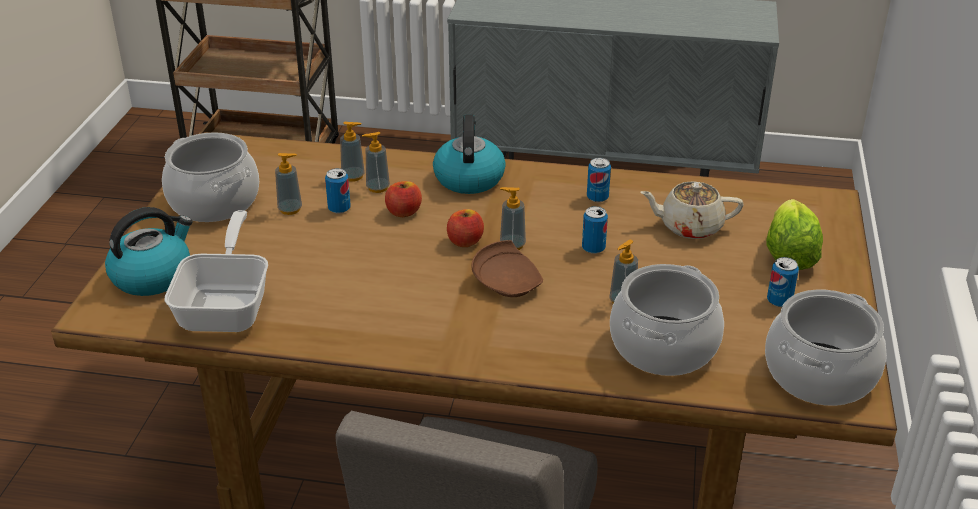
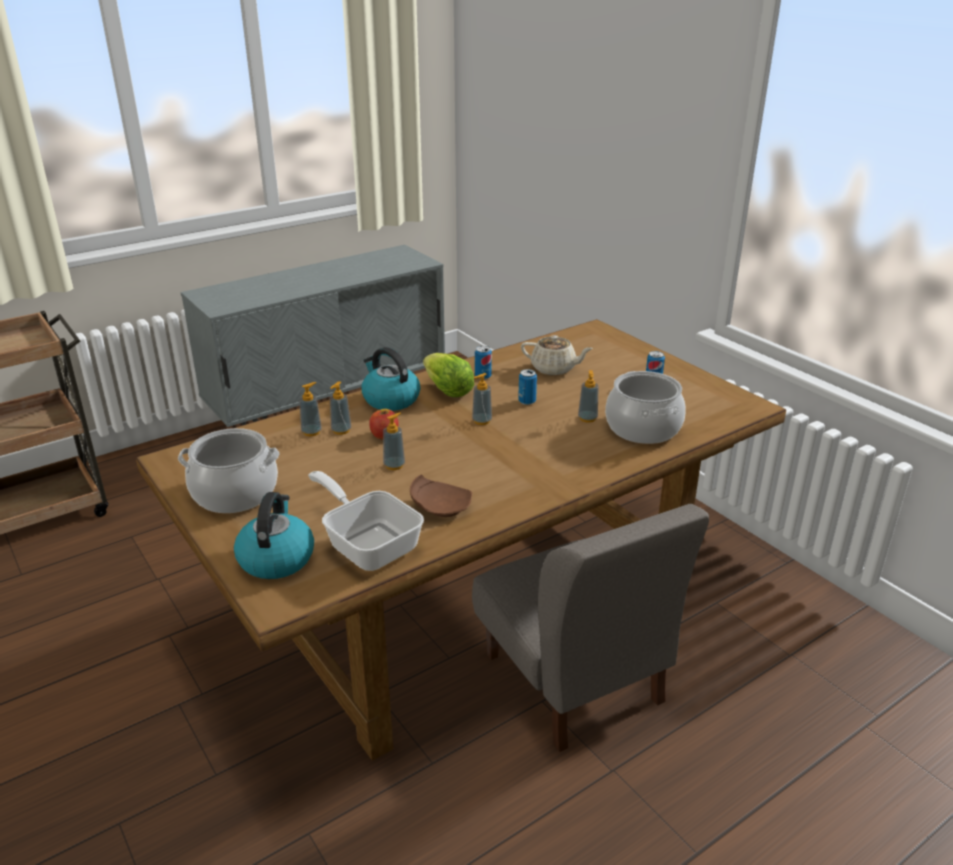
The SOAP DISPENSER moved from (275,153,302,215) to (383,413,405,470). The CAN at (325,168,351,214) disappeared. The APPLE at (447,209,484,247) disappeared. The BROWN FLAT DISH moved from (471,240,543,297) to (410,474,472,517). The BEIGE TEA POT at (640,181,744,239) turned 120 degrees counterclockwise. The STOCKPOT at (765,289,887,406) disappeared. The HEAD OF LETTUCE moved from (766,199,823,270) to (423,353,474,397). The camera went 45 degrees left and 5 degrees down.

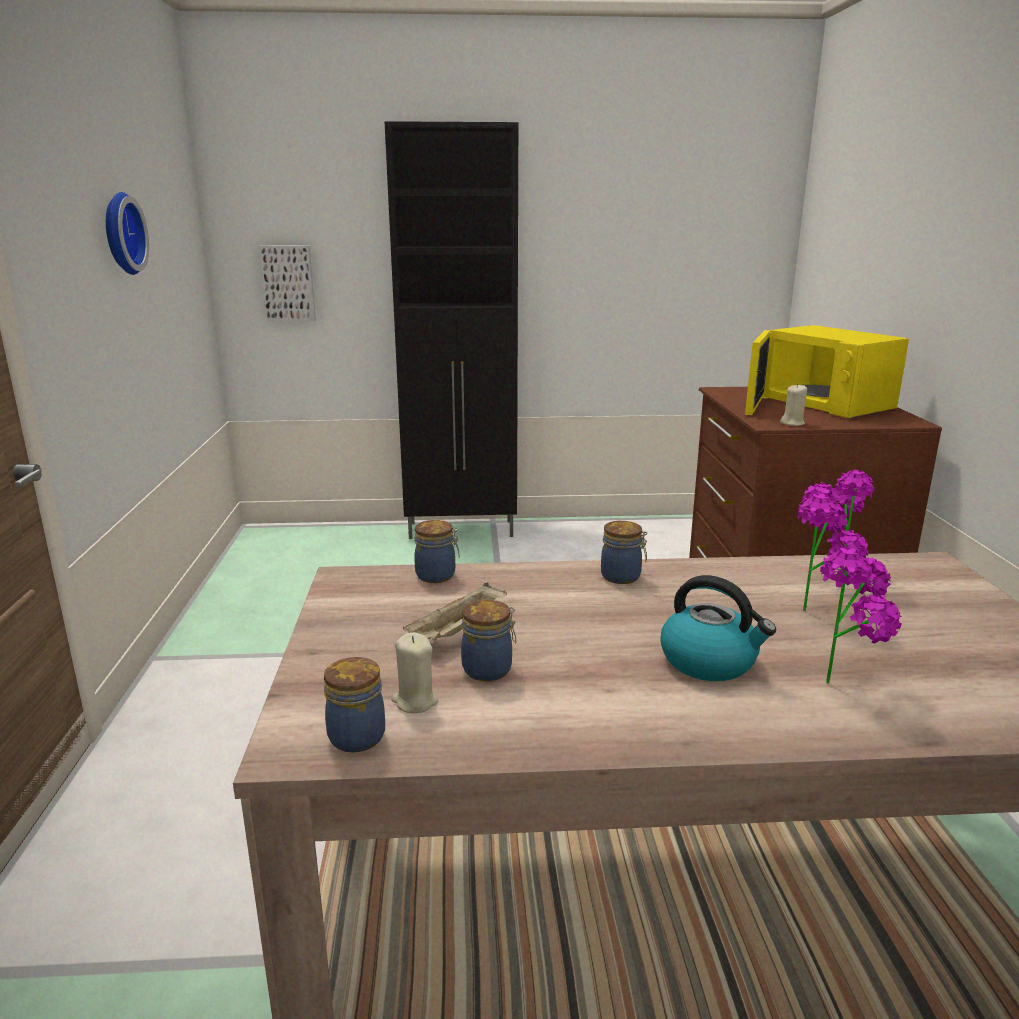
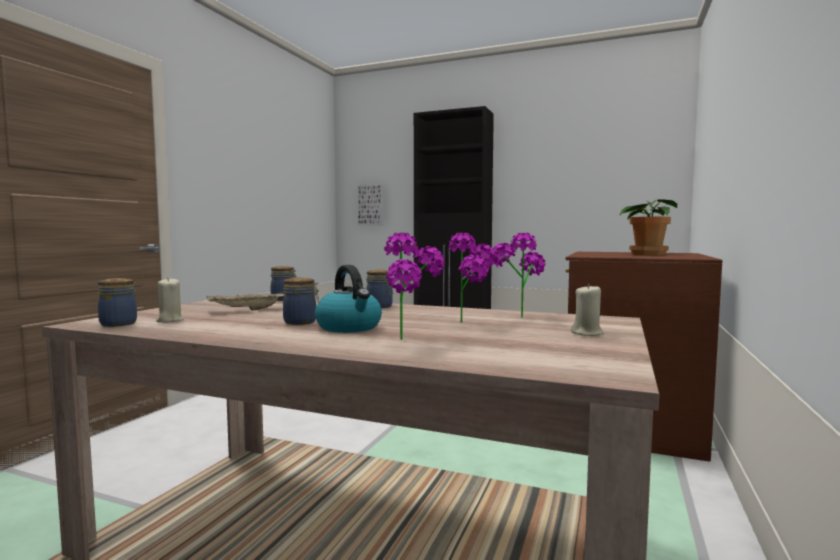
The CLOCK ON THE WALL at (106,192,149,275) disappeared. The JAR moved from (461,600,516,681) to (283,277,319,325). The YELLOW MICROWAVE at (745,325,909,418) was replaced by the HOUSEPLANT at (619,200,677,255). The BEIGE WAX CANDLE moved from (780,384,807,426) to (571,284,603,336). The camera went 25 degrees right and 15 degrees down.

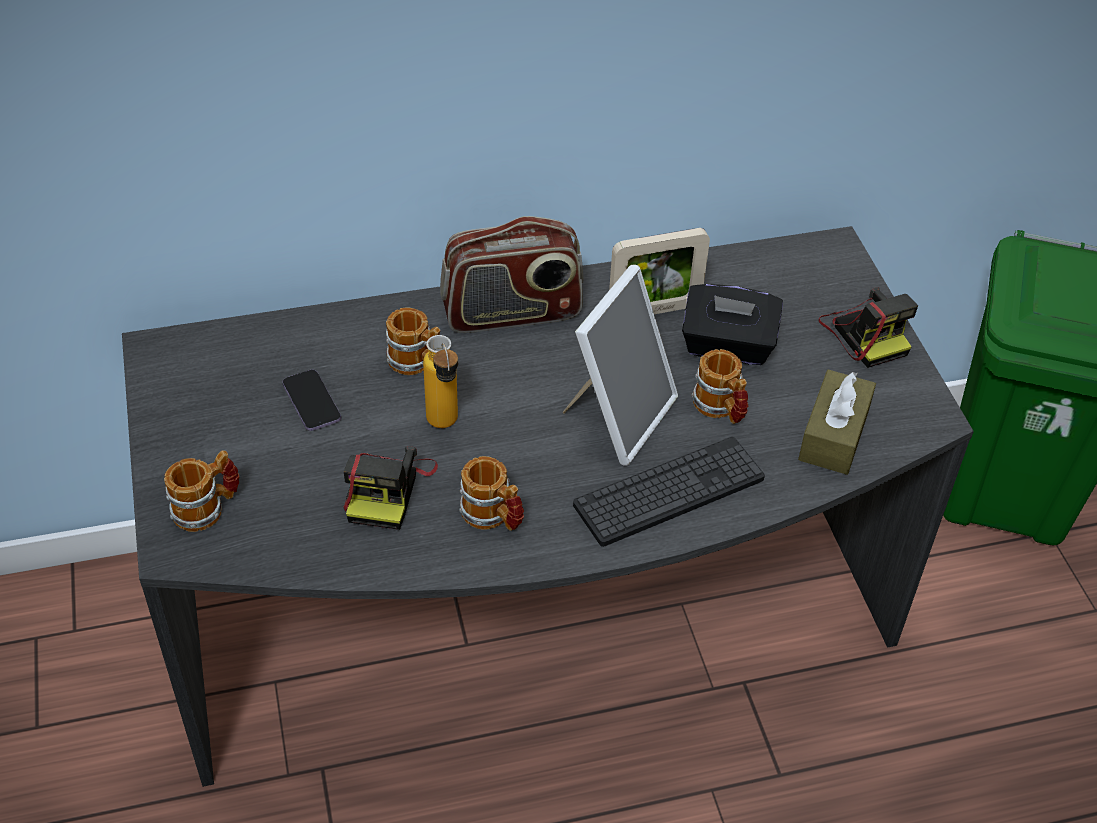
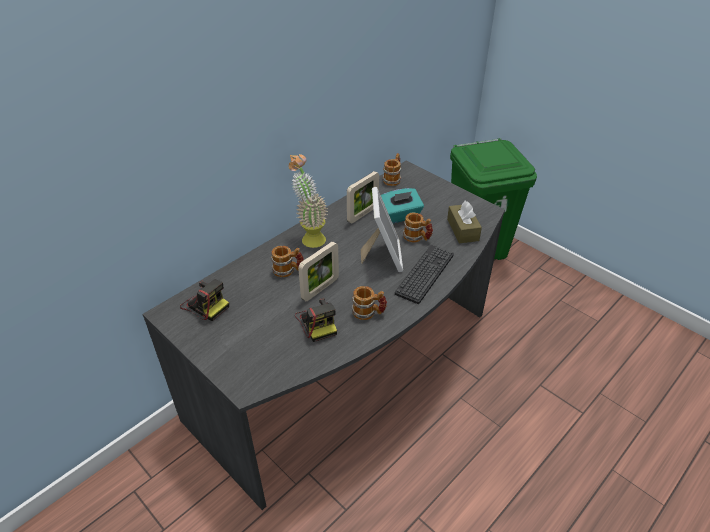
The MUG moved from (164,450,239,532) to (382,153,401,186). The HANDSET at (282,370,341,431) disappeared. The BEVERAGE BOTTLE at (423,335,458,428) was replaced by the STANDING FRAME at (298,241,339,301). The RADIO RECEIVER at (440,216,583,333) was replaced by the HOUSEPLANT at (288,154,328,248). The BLACK TISSUE BOX at (682,284,783,365) became the TURQUOISE TISSUE BOX at (381,188,424,223). The STILL CAMERA moved from (818,287,918,368) to (180,279,229,321). The camera went 30 degrees left and 5 degrees down.

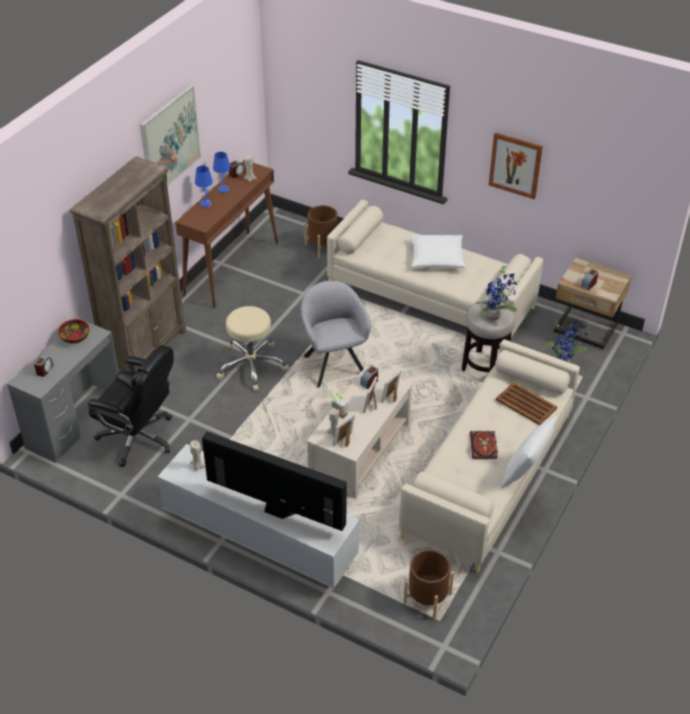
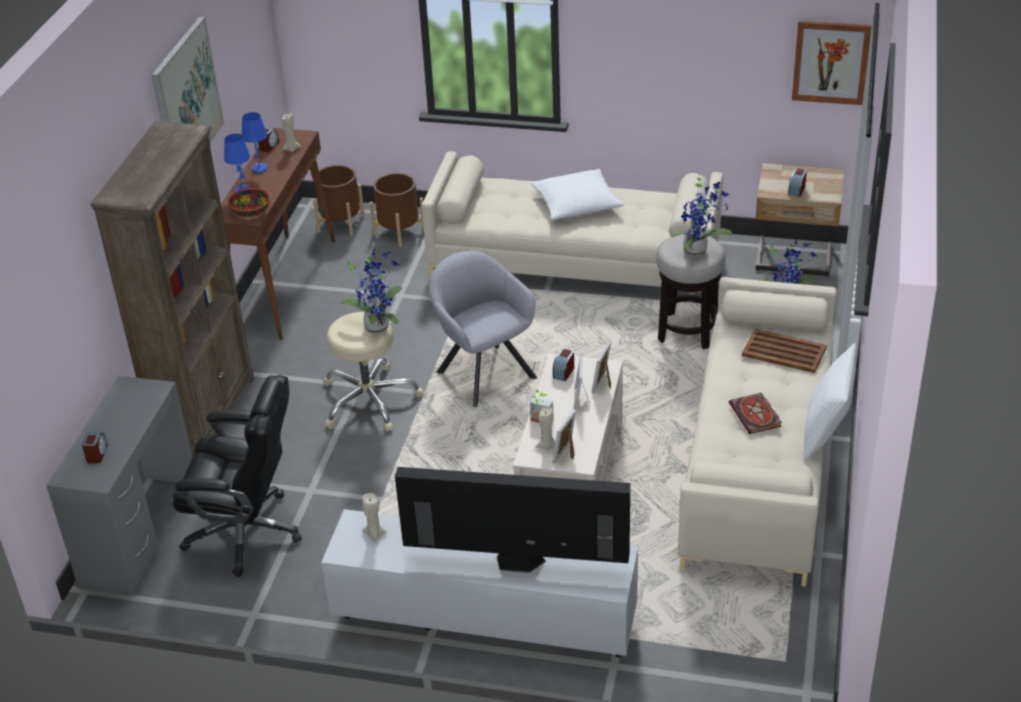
The BOWL moved from (58,319,90,343) to (228,188,270,217). The BROWN FLOWER POT moved from (403,549,454,619) to (313,165,365,236). The WALL ART moved from (489,132,543,199) to (792,21,872,105). The HOUSEPLANT at (340,249,402,334) appeared. The camera went 15 degrees left and 5 degrees down.

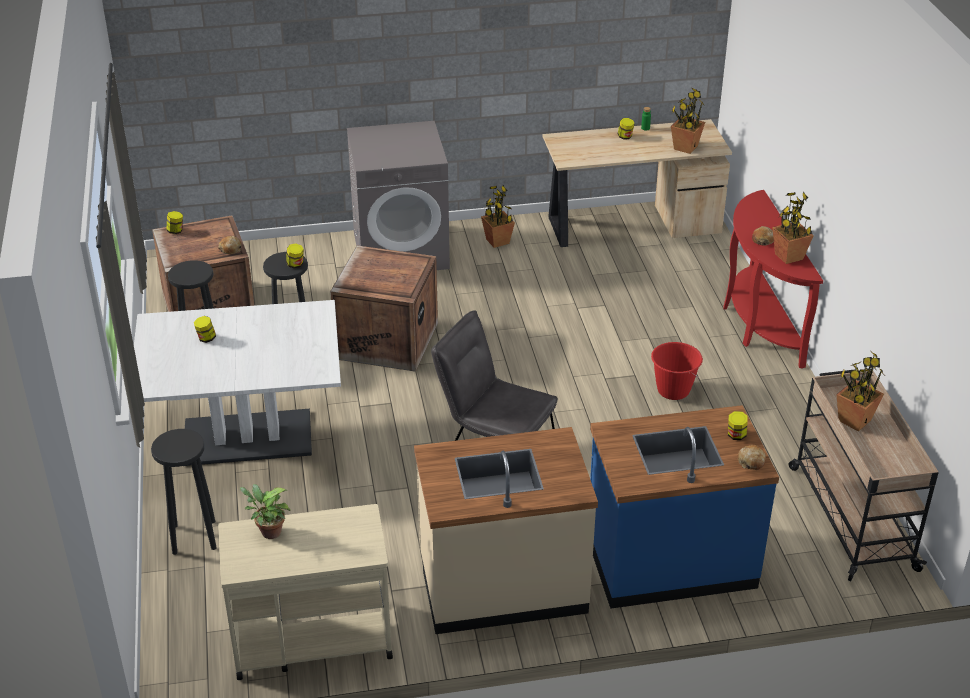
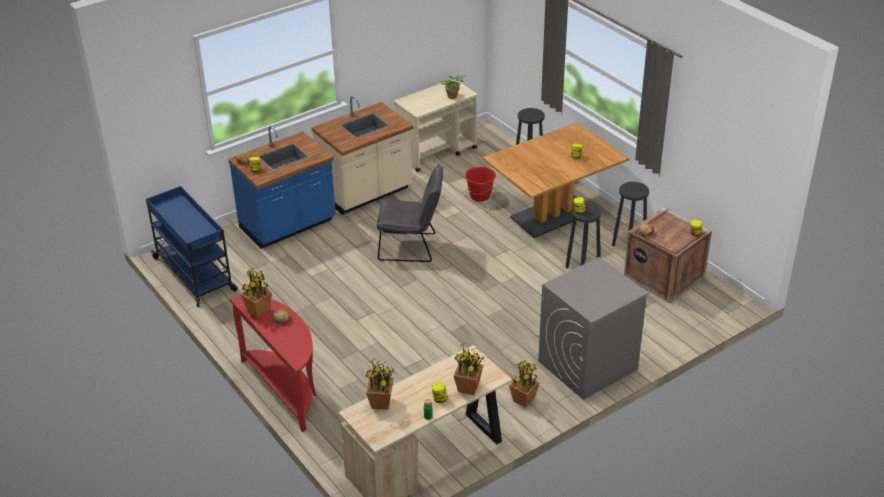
The WHITE DINNER TABLE at (134,300,341,466) became the BROWN DINNER TABLE at (483,122,629,238). The CRATE at (330,246,438,372) disappeared. The REDDISH BUCKET moved from (651,342,703,400) to (465,167,496,202). The BEIGE WHEELED CART at (789,369,939,581) became the BLUE-COLOURED WHEELED CART at (146,186,237,307). The HOUSEPLANT moved from (836,351,884,431) to (453,343,484,395). The camera went 155 degrees right and 0 degrees up.

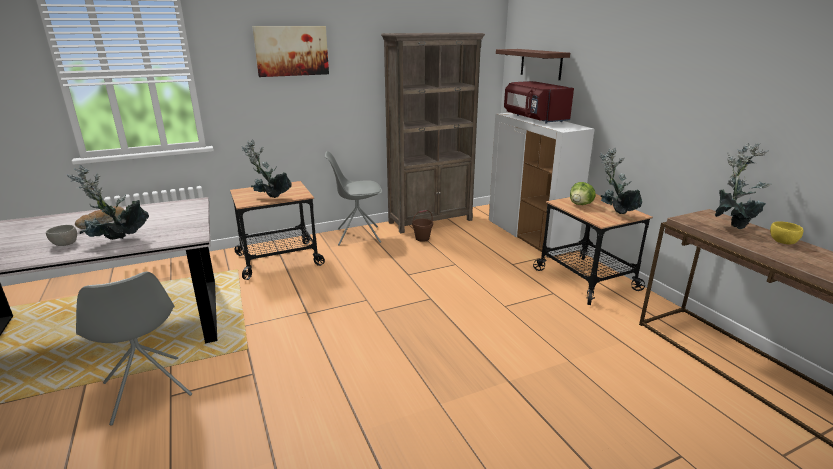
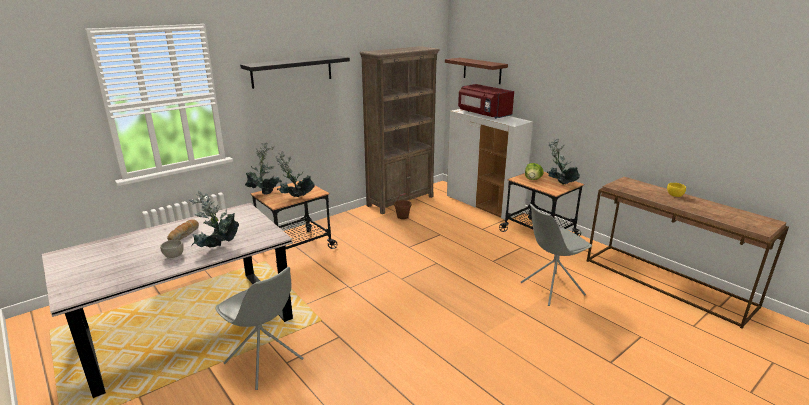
The WALL ART at (252,26,329,77) was replaced by the BLACK WALL SHELF at (240,55,350,89). The GRAY PLAIN CHAIR moved from (325,151,382,245) to (520,204,592,306). The HOUSEPLANT moved from (715,143,771,229) to (245,143,282,195). The camera went 15 degrees left and 0 degrees up.

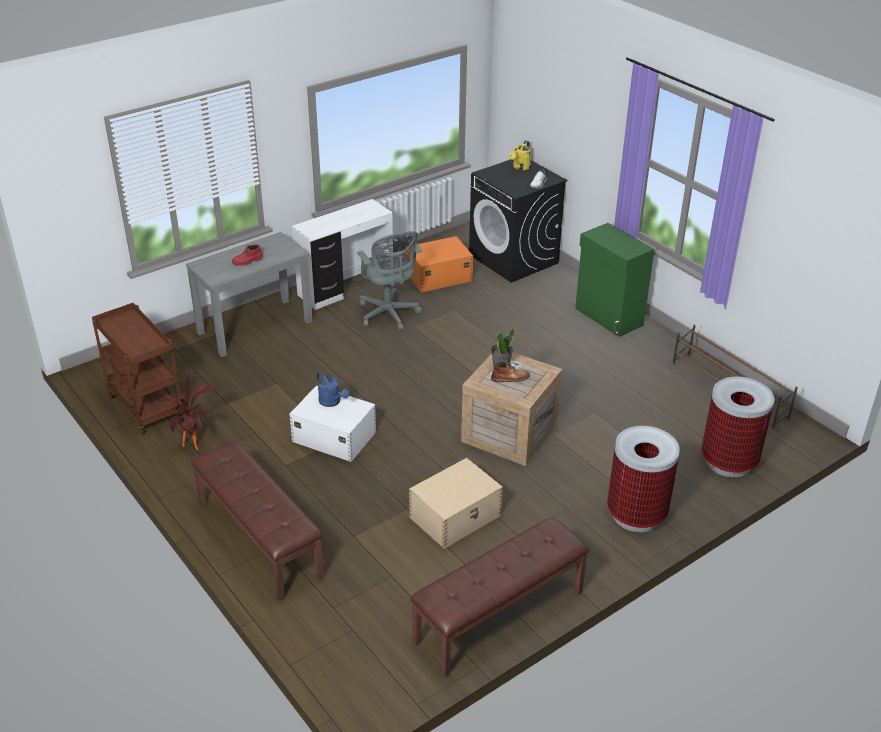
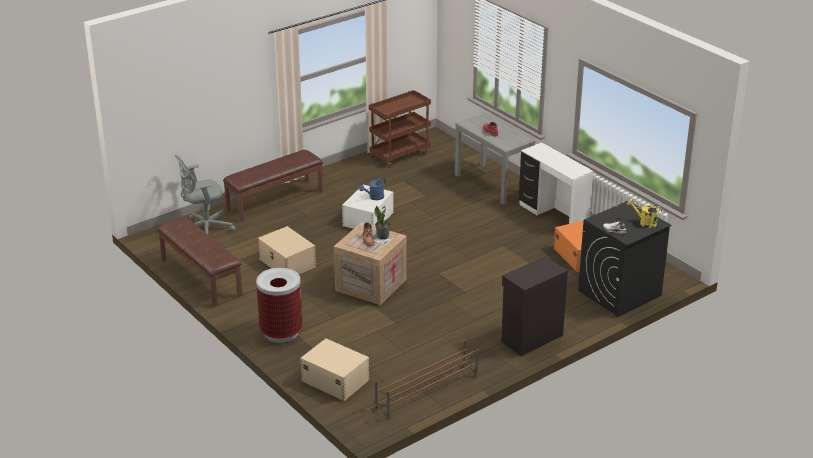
The HOUSEPLANT at (158,372,218,450) disappeared. The GRAY OFFICE CHAIR moved from (357,231,422,331) to (175,154,236,234). The GREEN STORAGE CABINET at (575,223,654,337) became the BLACK STORAGE CABINET at (501,256,568,356). The TRASH CAN at (701,376,774,477) was replaced by the BEIGE STORAGE CONTAINER at (300,338,369,401). The camera went 90 degrees right and 5 degrees down.

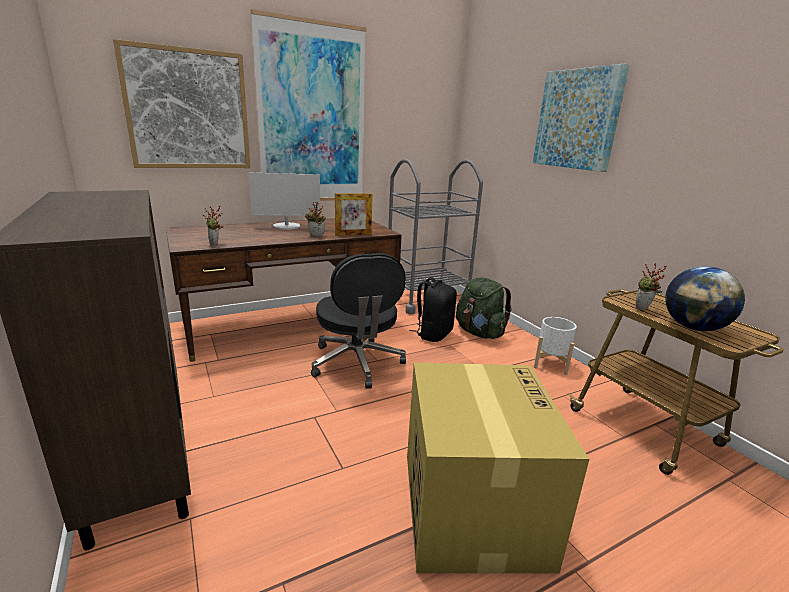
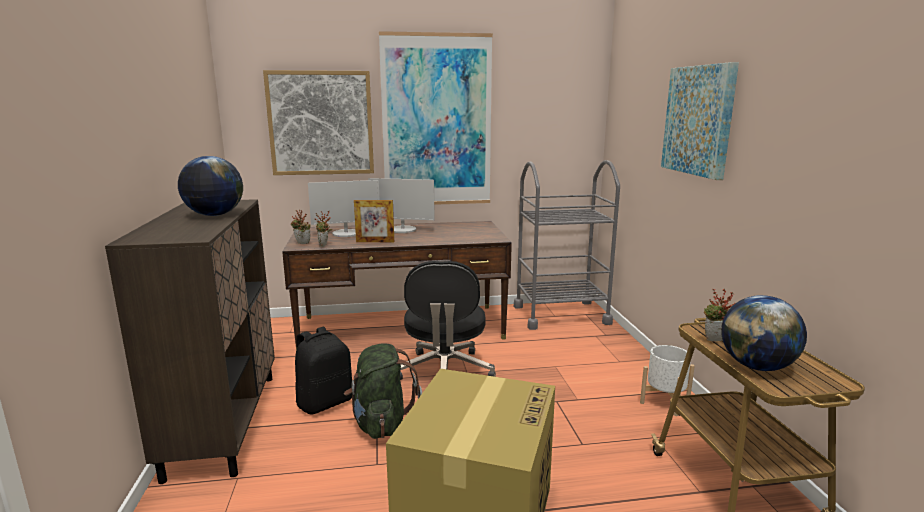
The HOUSEPLANT moved from (305,202,326,236) to (291,210,311,244). The STANDING FRAME moved from (335,193,373,236) to (354,200,394,242). The BLACK RUCKSACK moved from (409,277,457,342) to (295,327,352,414). The GREEN RUCKSACK moved from (456,278,512,339) to (344,344,422,439). The WORLD GLOBE at (178,156,243,216) appeared. The COMPUTER DISPLAY at (308,180,380,237) appeared. The camera went 20 degrees right and 5 degrees down.

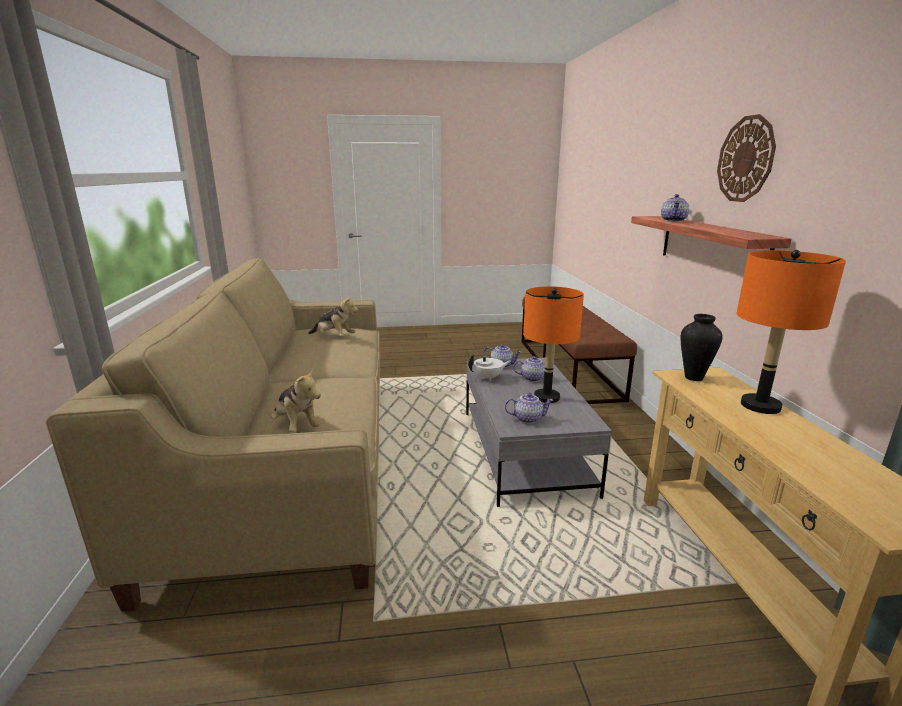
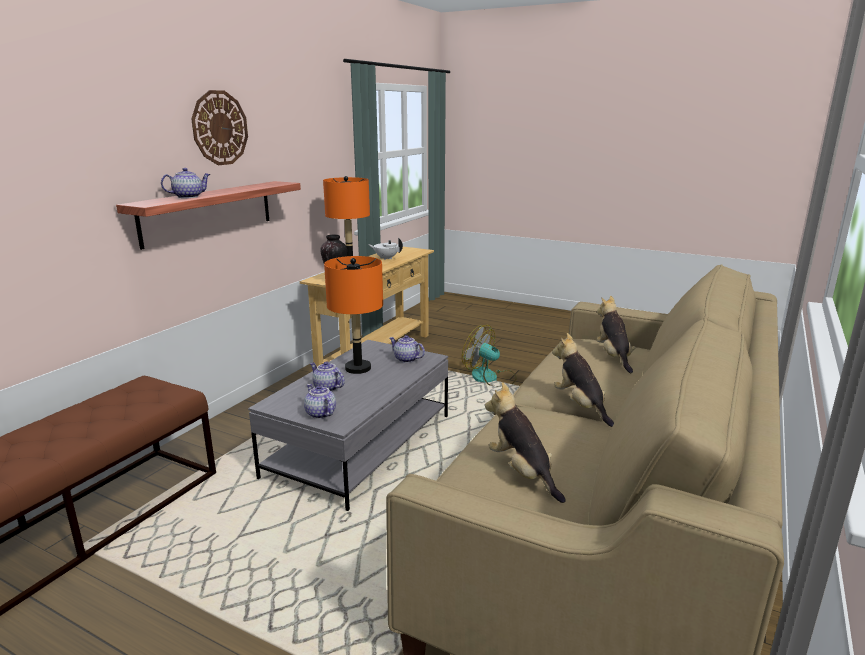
The WHITE TEA POT moved from (468,354,510,381) to (368,238,403,260). The COOLING FAN at (462,325,517,387) appeared. The PLUSH TOY at (552,333,614,427) appeared. The camera went 145 degrees left and 0 degrees up.

